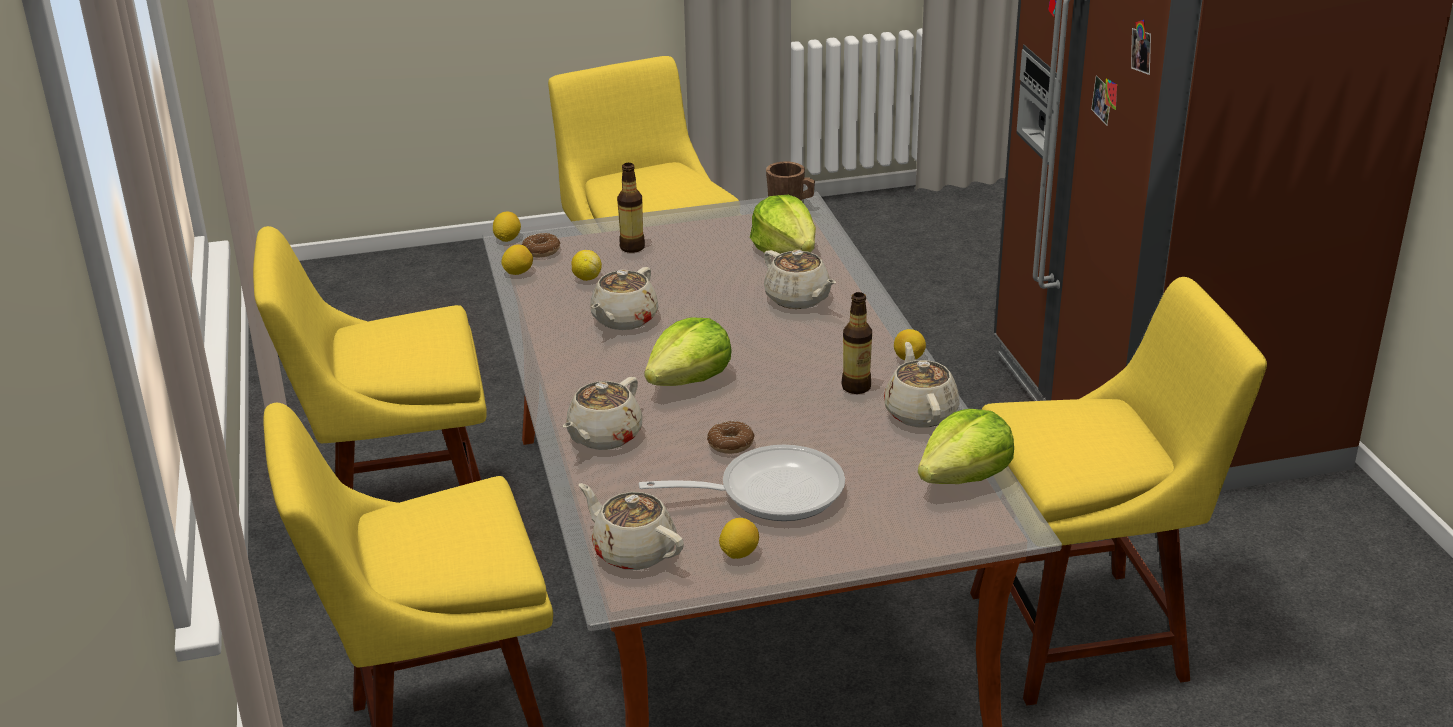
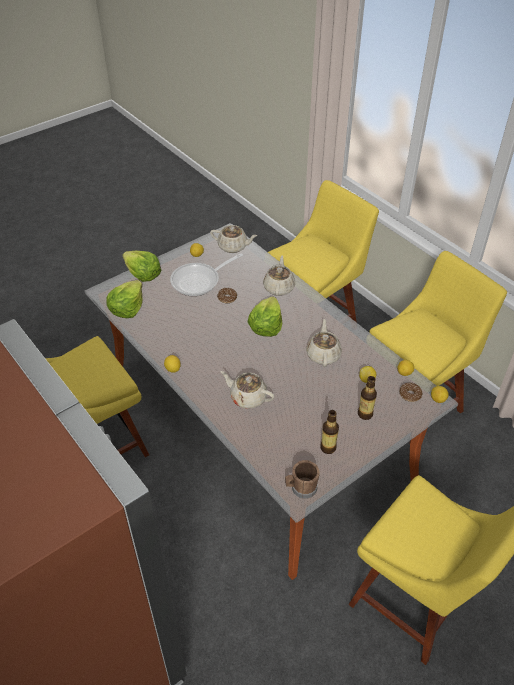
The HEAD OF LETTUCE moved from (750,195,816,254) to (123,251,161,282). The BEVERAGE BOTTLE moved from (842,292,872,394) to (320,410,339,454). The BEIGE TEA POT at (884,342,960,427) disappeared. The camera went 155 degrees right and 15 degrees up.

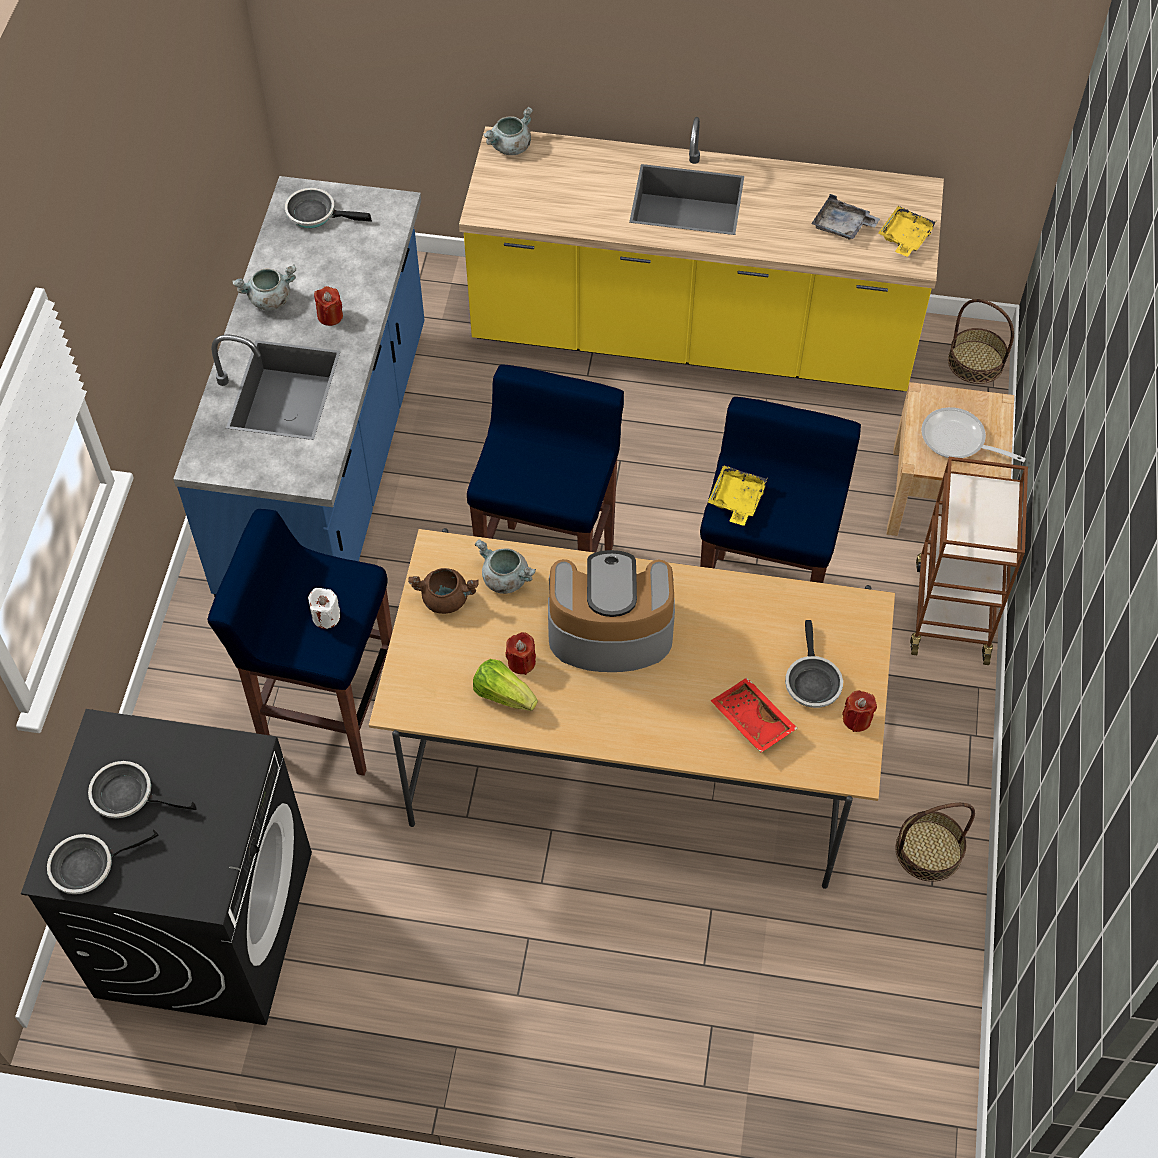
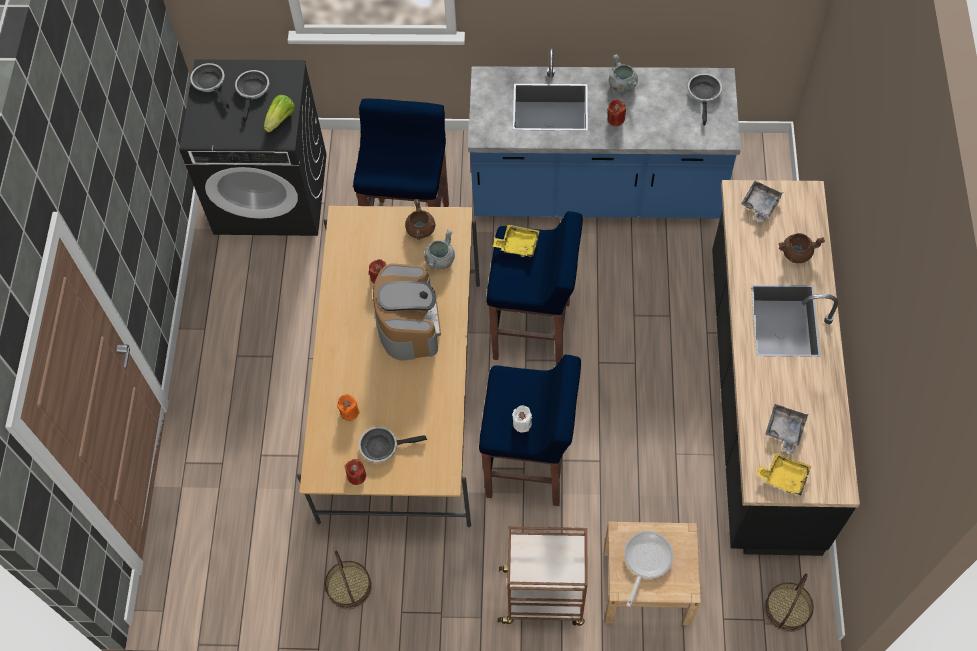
The WHITE WAX CANDLE moved from (308,588,340,629) to (512,405,532,432). The YELLOW COUNTER at (459,117,944,392) became the BLACK COUNTER at (712,180,860,556). The HEAD OF LETTUCE moved from (473,659,538,711) to (264,95,295,132). The GRAY STOCKPOT at (483,107,533,155) disappeared. The YELLOW TRAY moved from (708,465,768,526) to (493,224,540,257). The REDDISH TRAY at (710,678,798,753) was replaced by the ORANGE WAX CANDLE at (337,394,360,421). The GRAY TRAY at (741,181,783,222) appeared. The BROWN STOCKPOT at (779,233,825,263) appeared. The camera went 85 degrees right and 5 degrees up.

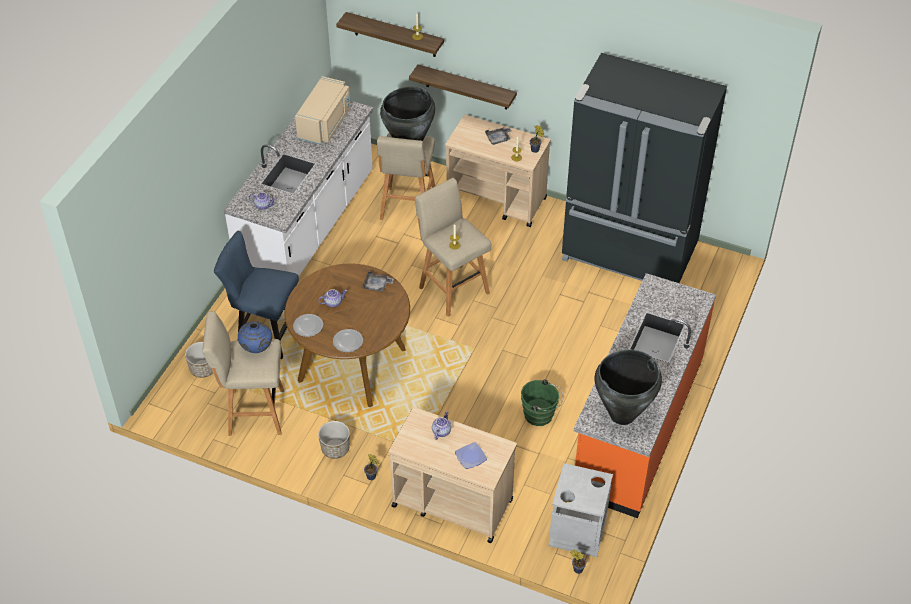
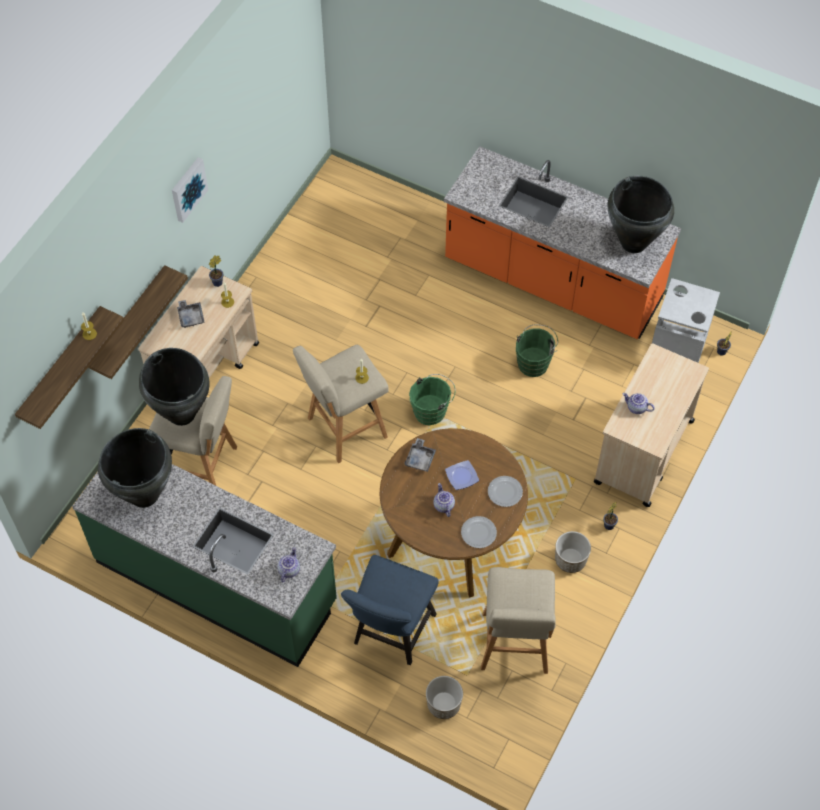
The WHITE COUNTER at (224,101,373,276) became the GREEN COUNTER at (72,464,337,667). The BLUE-COLOURED DECORATIVE VASE at (238,321,272,353) disappeared. The BEIGE MICROWAVE at (295,76,351,145) was replaced by the BLACK DECORATIVE VASE at (98,428,172,508). The FLAT DISH moved from (455,442,487,469) to (445,460,479,490). The BLACK FRIDGE at (562,53,727,283) disappeared. The WALL ART at (172,157,208,223) appeared. The GREEN BUCKET at (409,374,455,426) appeared. The camera went 85 degrees left and 10 degrees up.

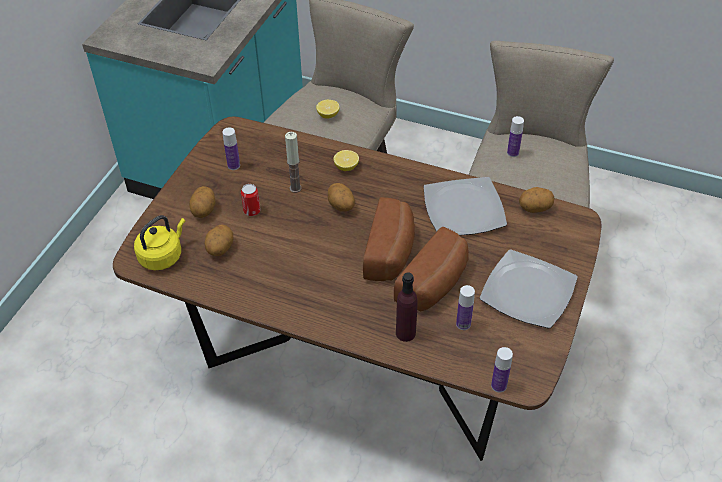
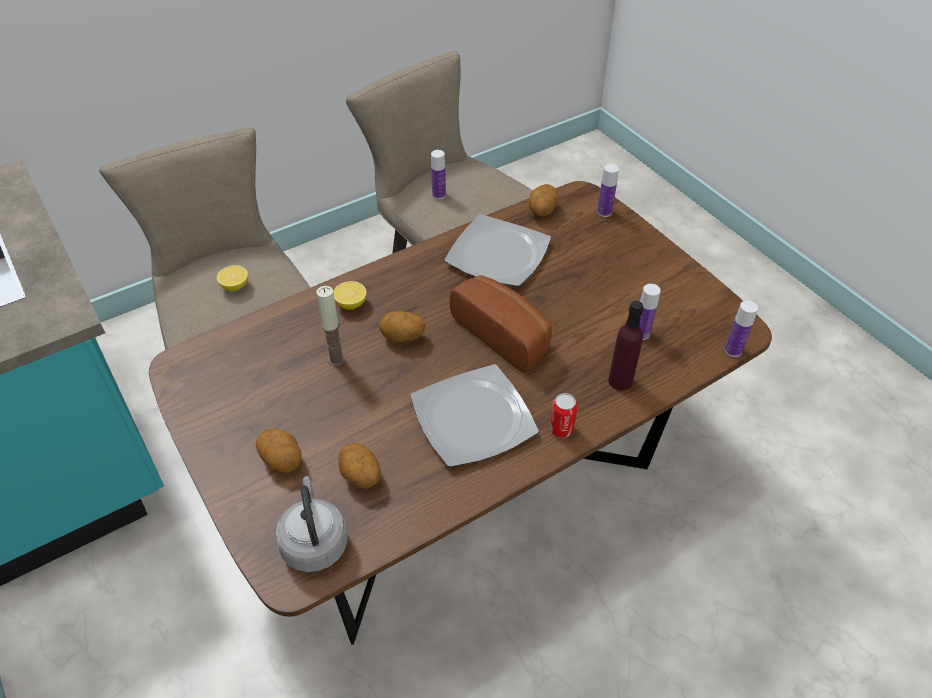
The YELLOW WATER KETTLE at (134,215,185,270) became the GRAY WATER KETTLE at (276,476,347,572). The BEVERAGE BOTTLE moved from (222,127,240,170) to (597,164,619,217). The CAN moved from (241,184,261,216) to (550,393,577,438). The BREAD at (394,227,469,311) disappeared. The FLAT DISH moved from (480,249,578,329) to (410,364,539,467). The camera went 55 degrees left and 0 degrees up.

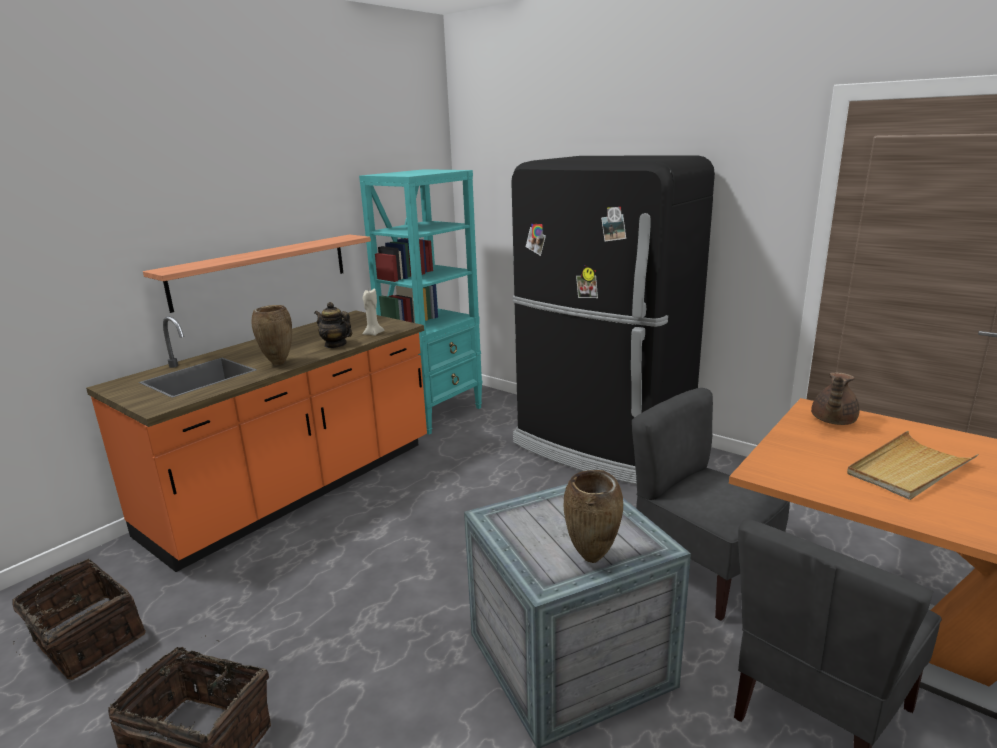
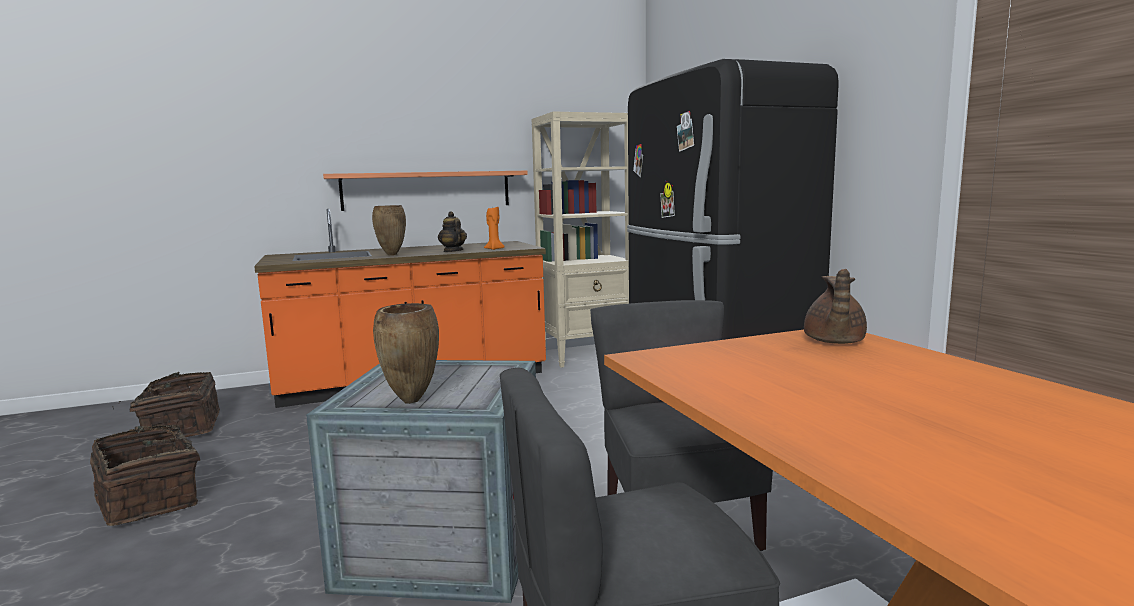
The TURQUOISE SHELVING UNIT at (359,169,482,435) became the BEIGE SHELVING UNIT at (532,111,629,368). The BEIGE WAX CANDLE at (363,288,384,336) became the ORANGE WAX CANDLE at (484,207,505,250). The BROWN TEA POT at (811,372,860,425) turned 45 degrees counterclockwise. The BEIGE TRAY at (847,431,979,500) disappeared. The camera went 30 degrees right and 10 degrees down.

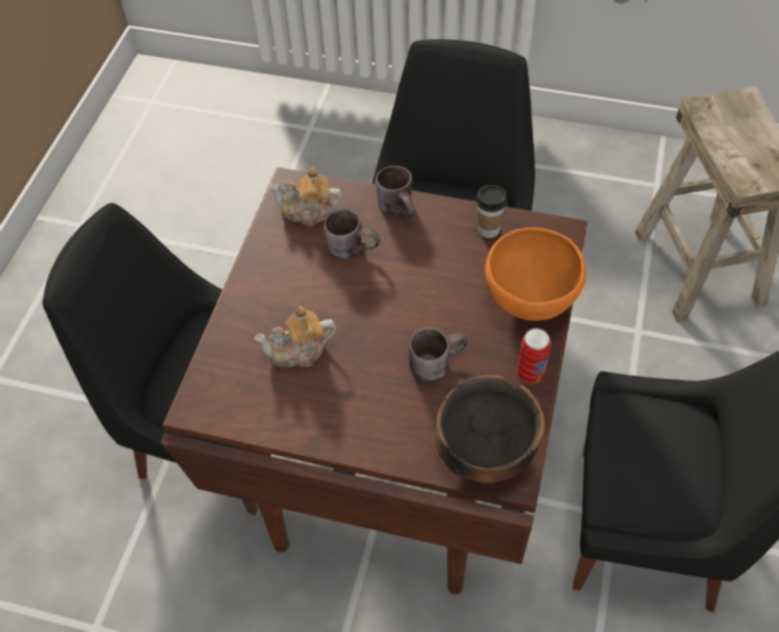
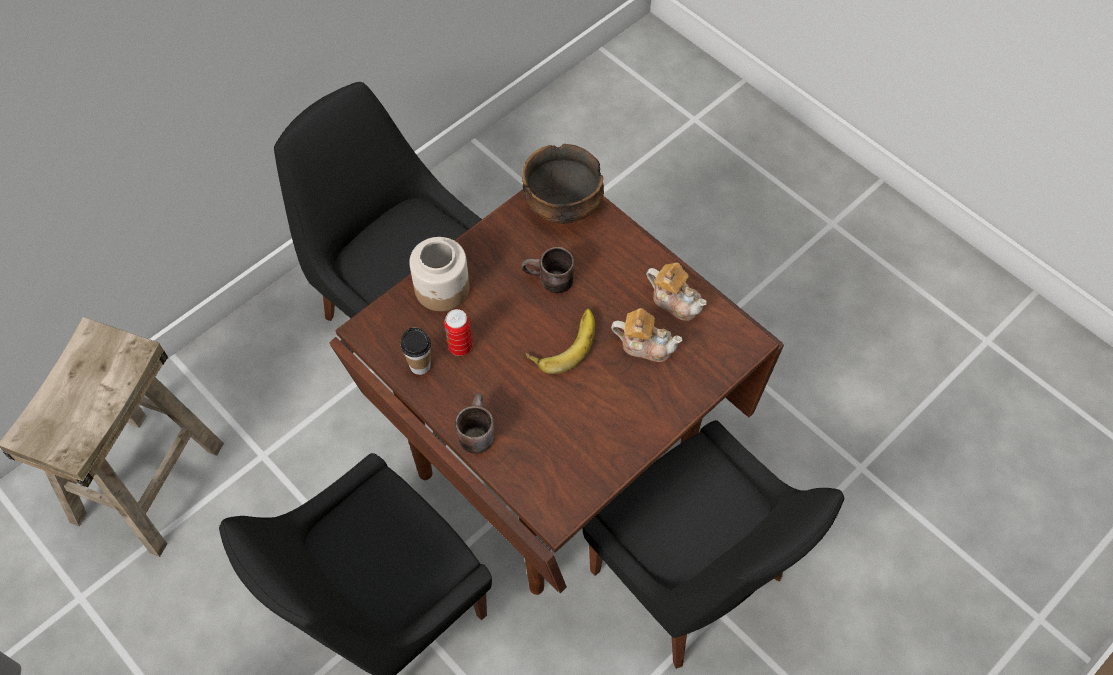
The TEA POT moved from (269,167,342,226) to (646,263,707,321). The BROWN MUG at (324,209,380,259) disappeared. The ORANGE BOWL at (485,228,587,321) was replaced by the JAR at (409,237,470,311). The CAN moved from (517,328,551,384) to (444,309,472,356). The BANANA FRUIT at (525,309,595,374) appeared. The camera went 150 degrees left and 5 degrees up.

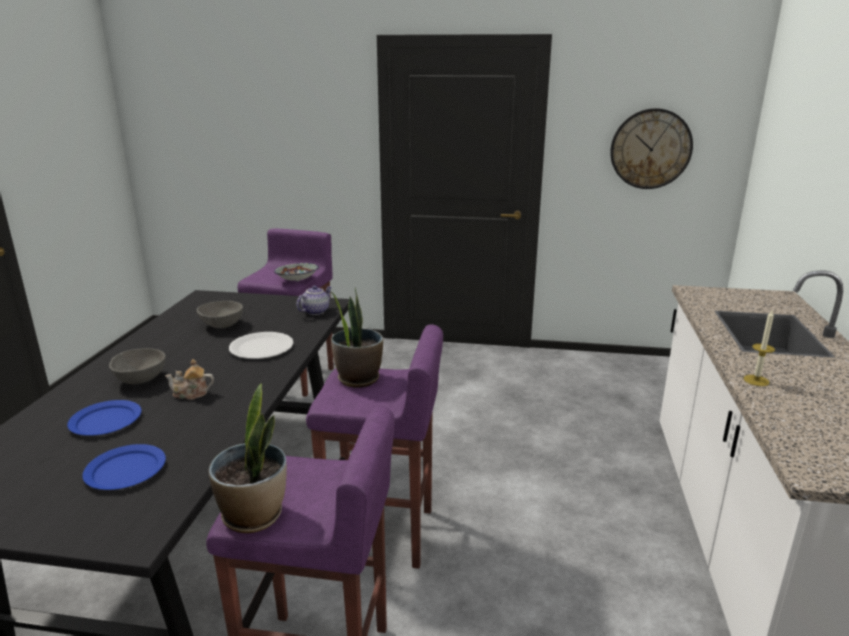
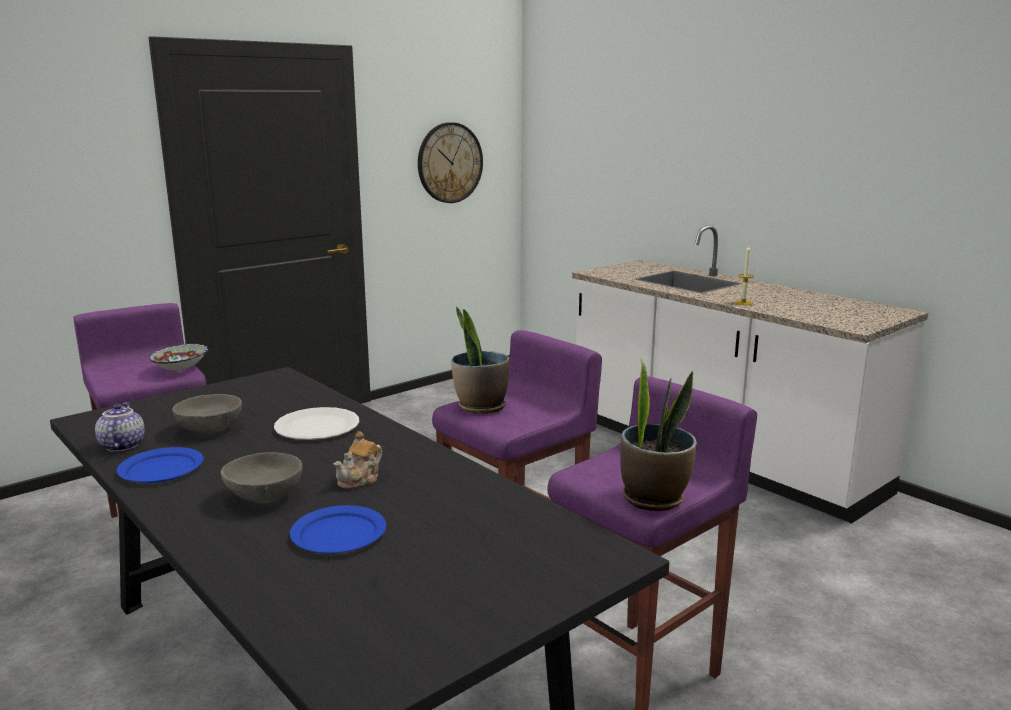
The BLUE-COLOURED FLAT DISH moved from (82,444,166,490) to (117,447,204,483). The TEA POT moved from (296,285,332,315) to (95,403,145,452). The camera went 50 degrees left and 5 degrees down.

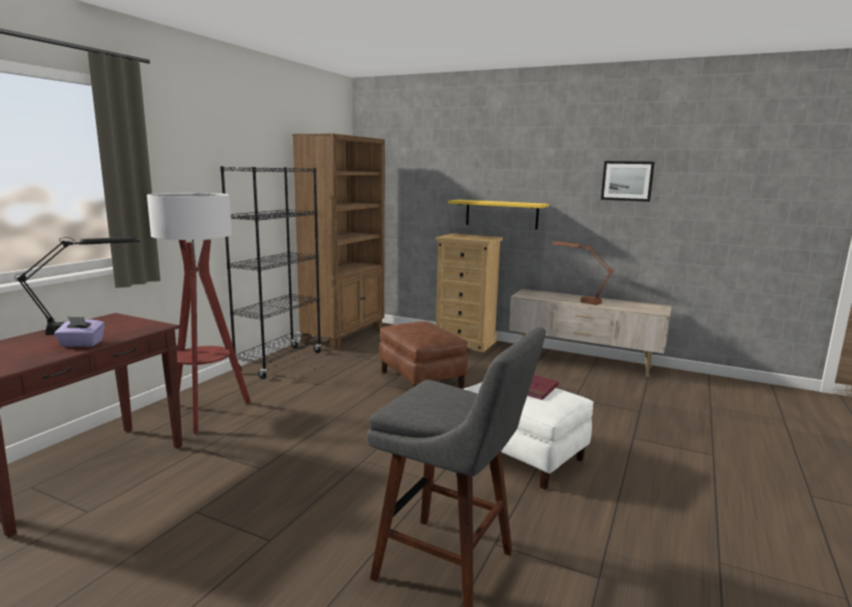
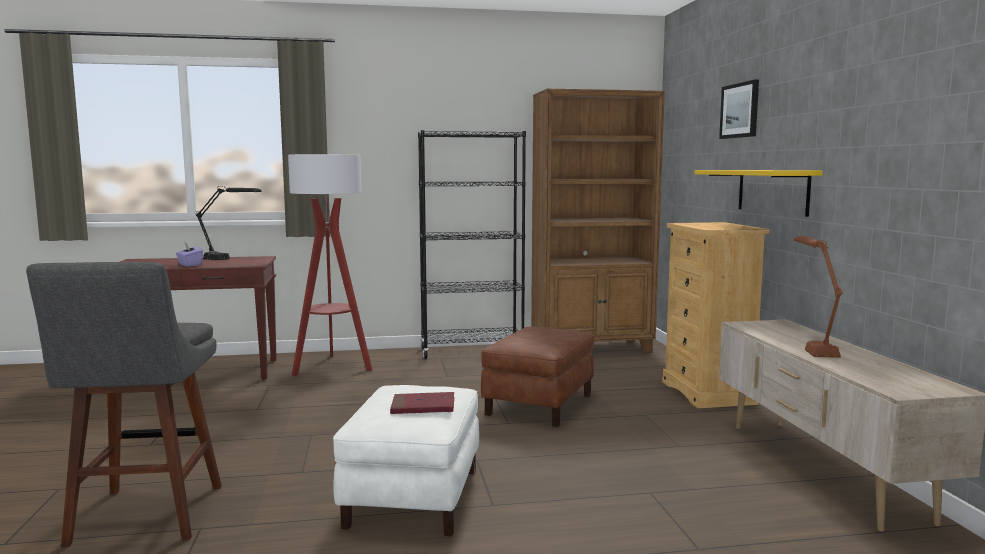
The WALL ART moved from (601,161,655,202) to (719,79,759,139). The camera went 55 degrees right and 5 degrees down.

